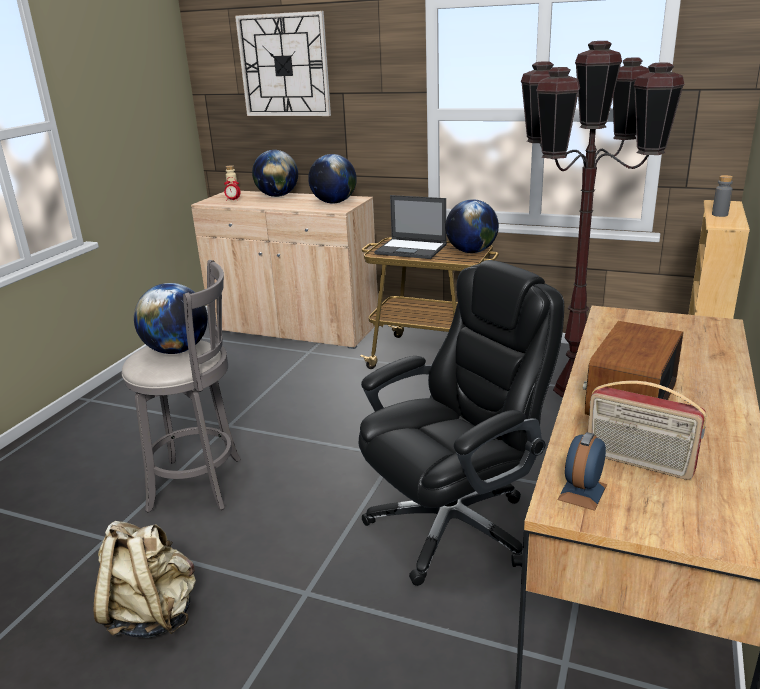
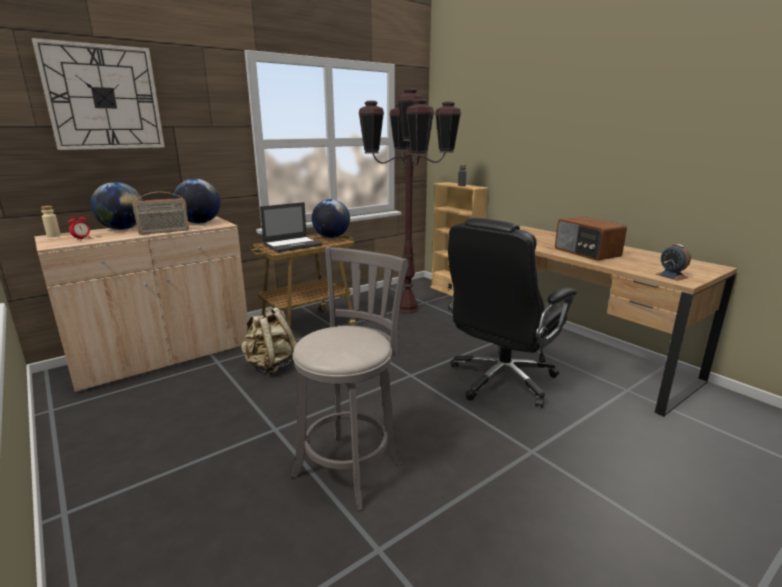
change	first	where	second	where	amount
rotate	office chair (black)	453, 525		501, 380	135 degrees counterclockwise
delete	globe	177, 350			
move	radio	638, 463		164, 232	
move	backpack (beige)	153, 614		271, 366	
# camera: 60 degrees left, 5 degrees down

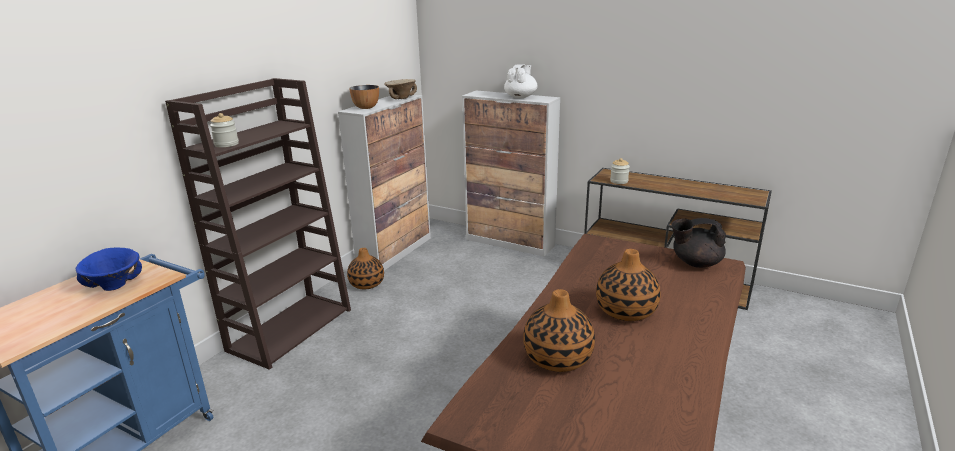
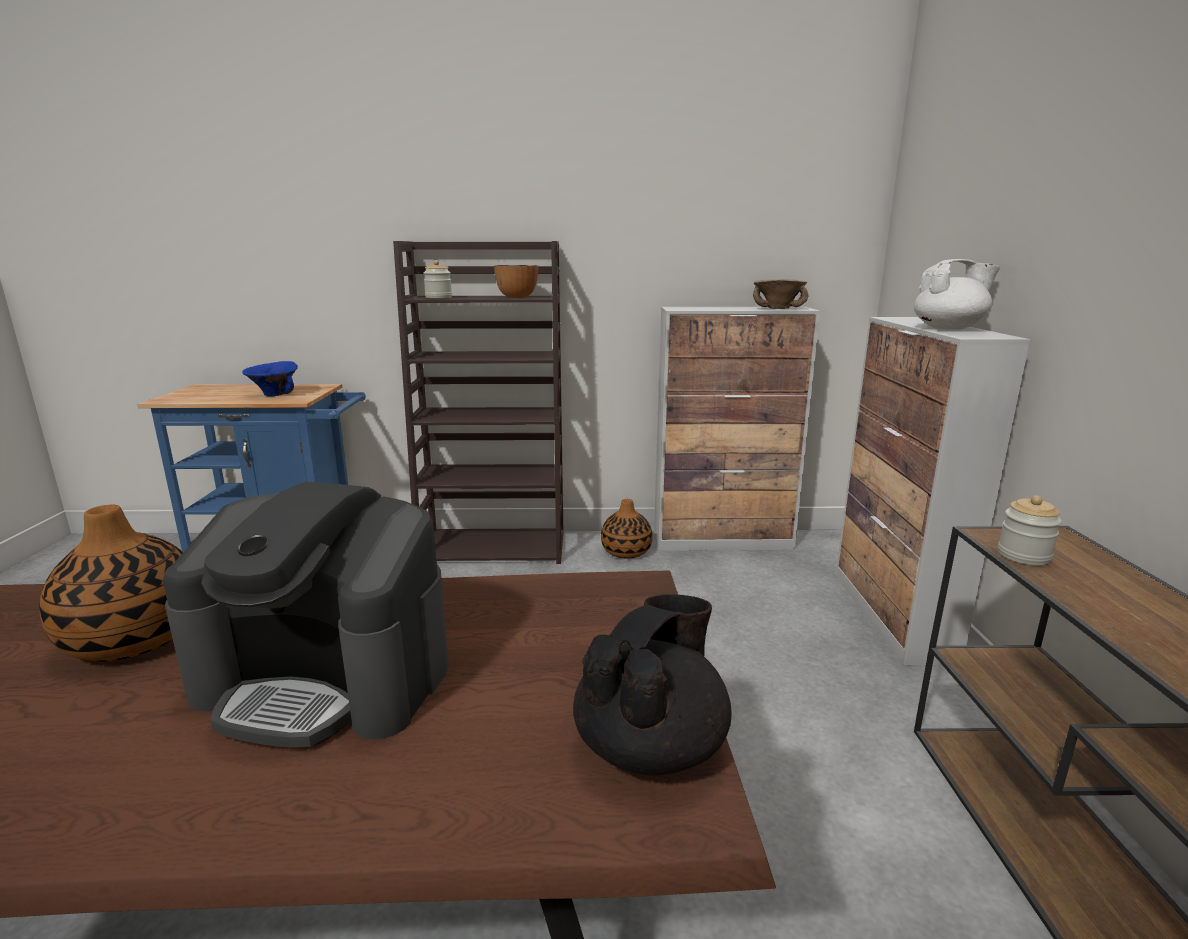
change	first	where	second	where	amount
move	bowl	366, 107		517, 297	
rotate	teapot (black)	695, 263		651, 745	60 degrees clockwise
replace	vase	625, 310	coffee machine	328, 677	
# camera: 60 degrees right, 5 degrees down

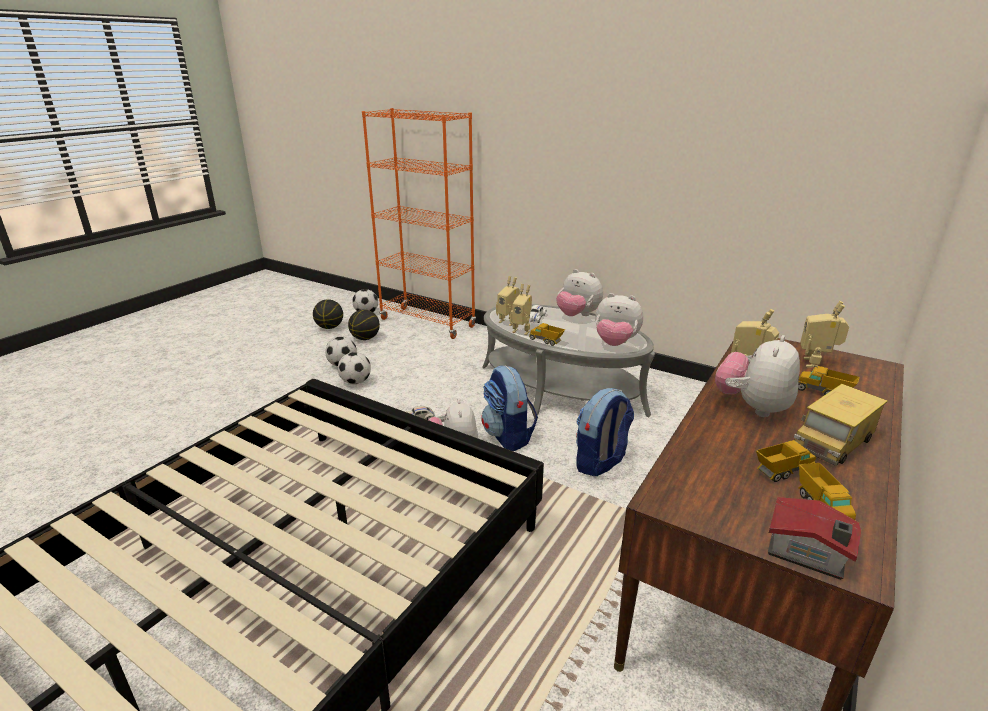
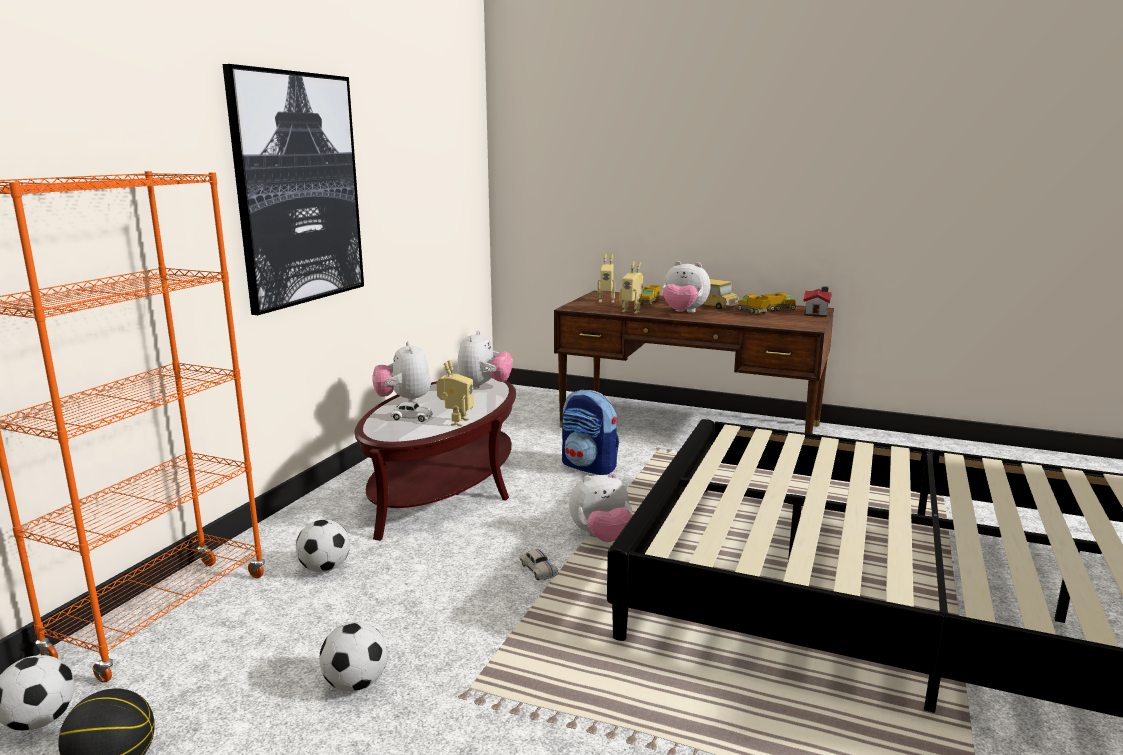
change	first	where	second	where	amount
rotate	plush toy	577, 315		404, 400	135 degrees clockwise
delete	toy robot	508, 321			
recolor	coffee table (grey)	560, 389	coffee table (brown)	444, 487	
delete	basketball	365, 338			
delete	toy truck	546, 341			
move	football	356, 382		325, 568	
delete	backpack	508, 436			
insert			picture	299, 189	
# camera: 100 degrees left, 10 degrees down

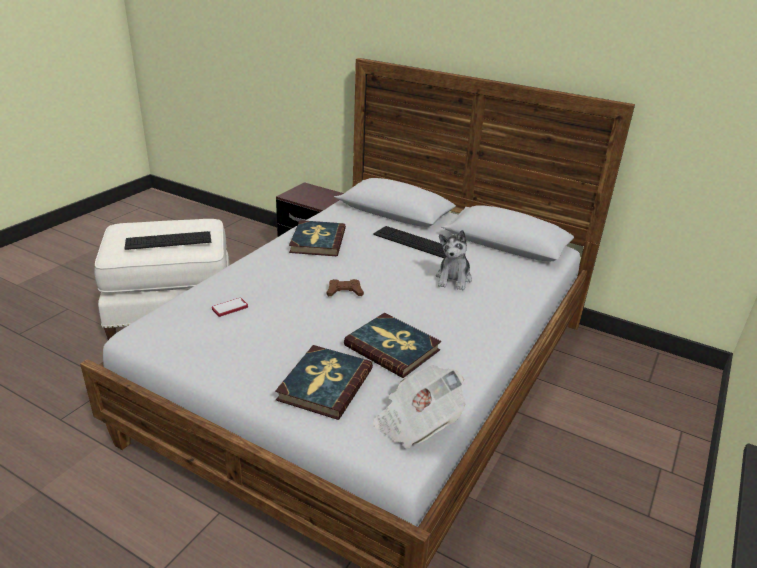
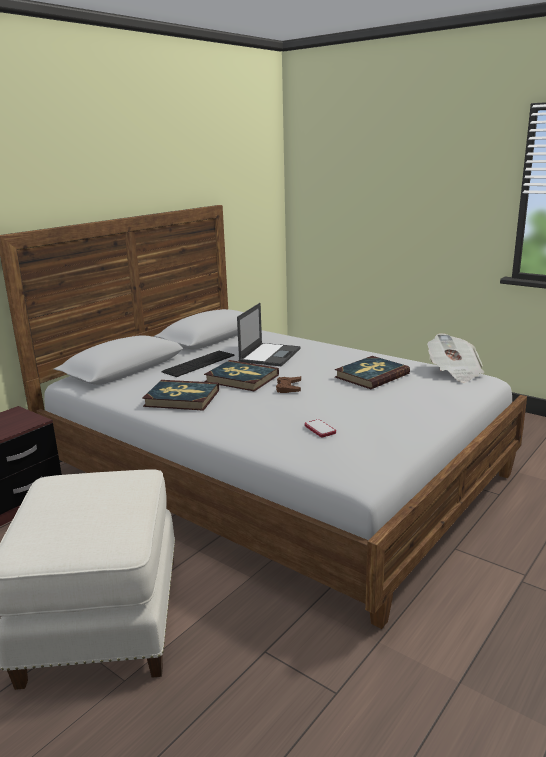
change	first	where	second	where	amount
replace	plush toy	453, 279	laptop	270, 355	
delete	keyboard	168, 240			
move	book	324, 384		241, 378	
# camera: 80 degrees left, 10 degrees down

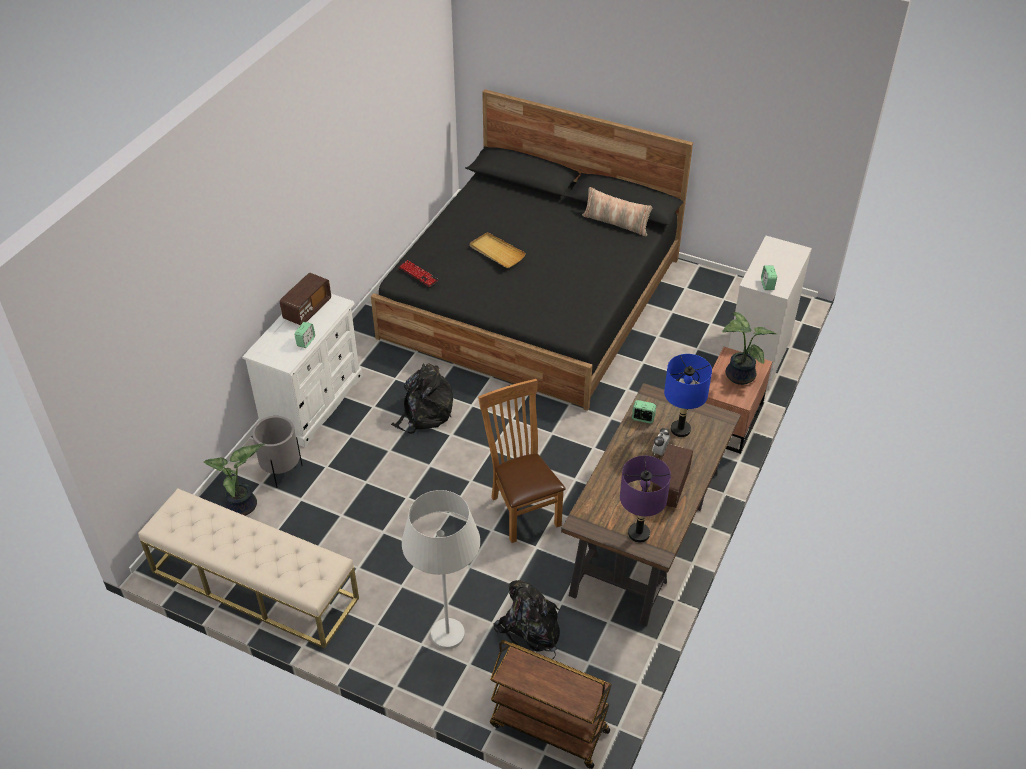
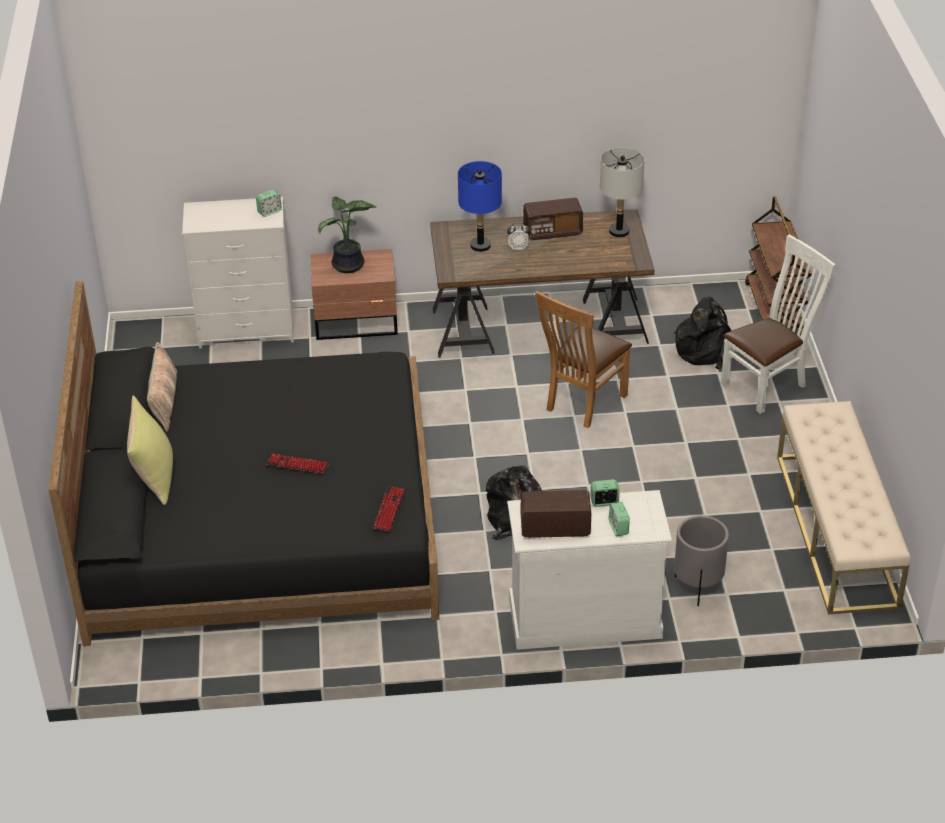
change	first	where	second	where	amount
replace	tray (beige)	496, 252	keyboard	297, 465	
move	alarm clock	643, 418		618, 528	
delete	potted plant	243, 507			
recolor	table lamp (purple)	639, 533	table lamp (grey)	619, 231	
replace	floor lamp (white)	449, 651	chair (white)	768, 384	
insert			pillow (yellow)	154, 476	
# camera: 120 degrees left, 5 degrees down

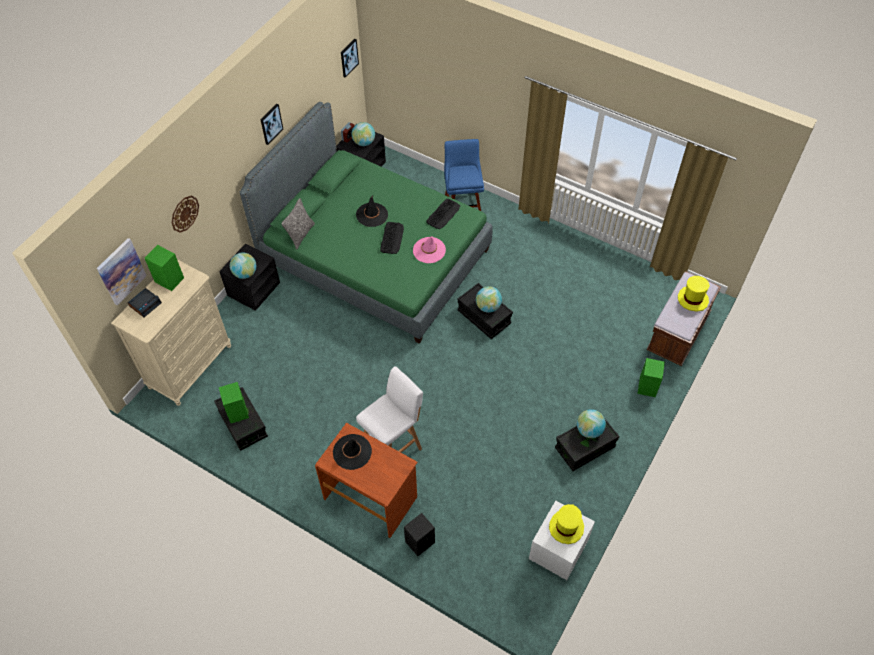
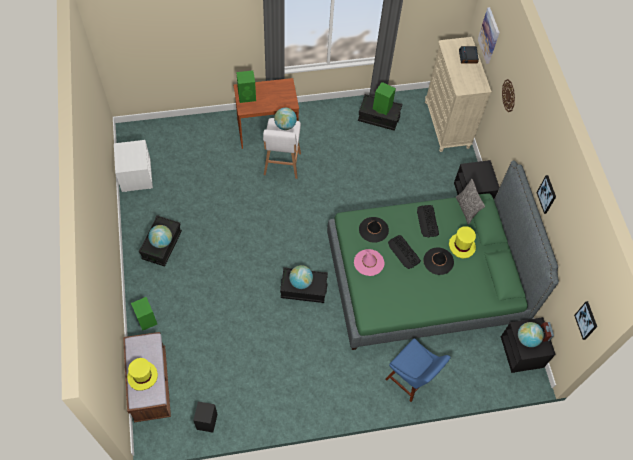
change	first	where	second	where	amount
move	keyboard	443, 214		427, 221	
move	speaker (green)	169, 279		247, 96	
move	globe	245, 273		285, 125	
move	hat (black)	352, 452		373, 229	
move	hat (yellow)	566, 527		462, 246	
move	speaker (black)	420, 541		207, 422	
# camera: 135 degrees right, 5 degrees up

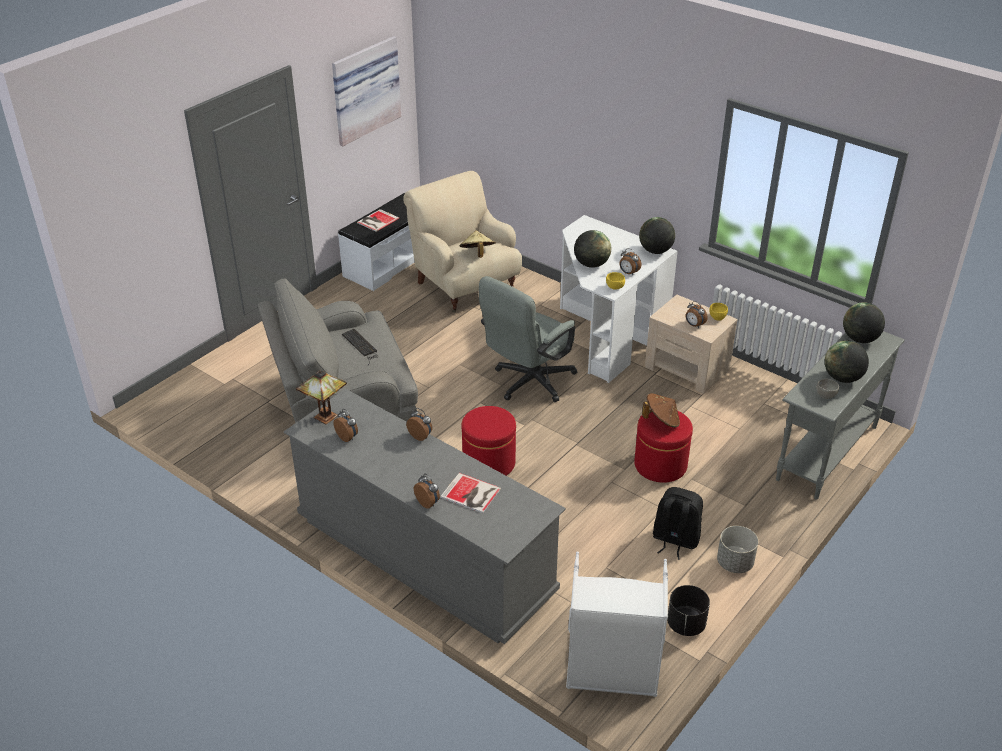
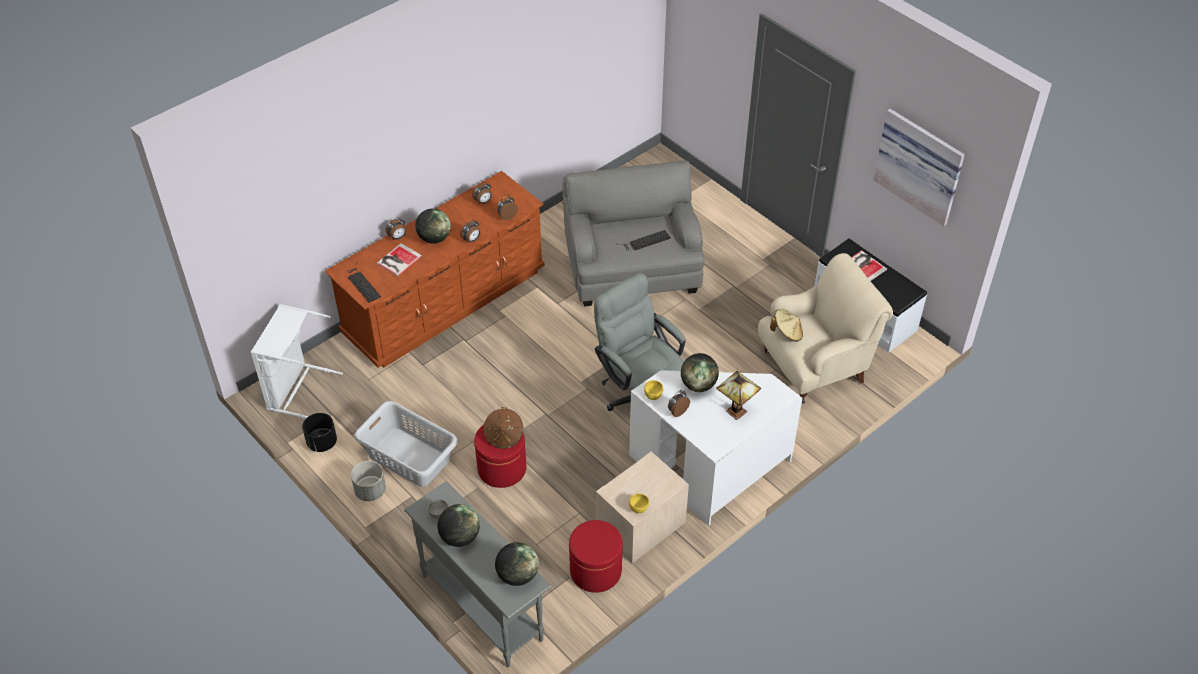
change	first	where	second	where	amount
move	globe	655, 251		434, 238	
move	alarm clock	694, 325		507, 216	
move	table lamp	325, 418		734, 411	
recolor	dresser (grey)	425, 555	dresser (brown)	445, 302	
move	ottoman (red)	489, 463		595, 571	
replace	backpack (black)	675, 540	laundry basket (grey)	409, 457	
insert			keyboard	362, 283	
# camera: 100 degrees right, 10 degrees up

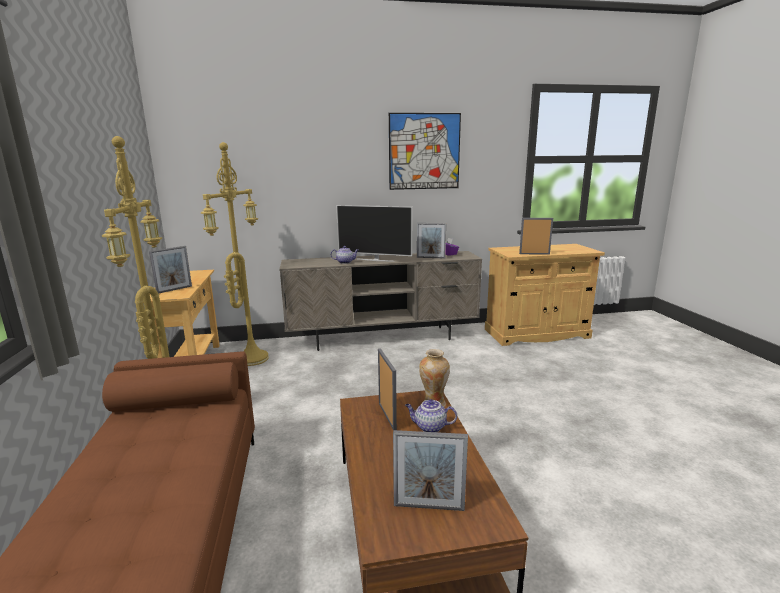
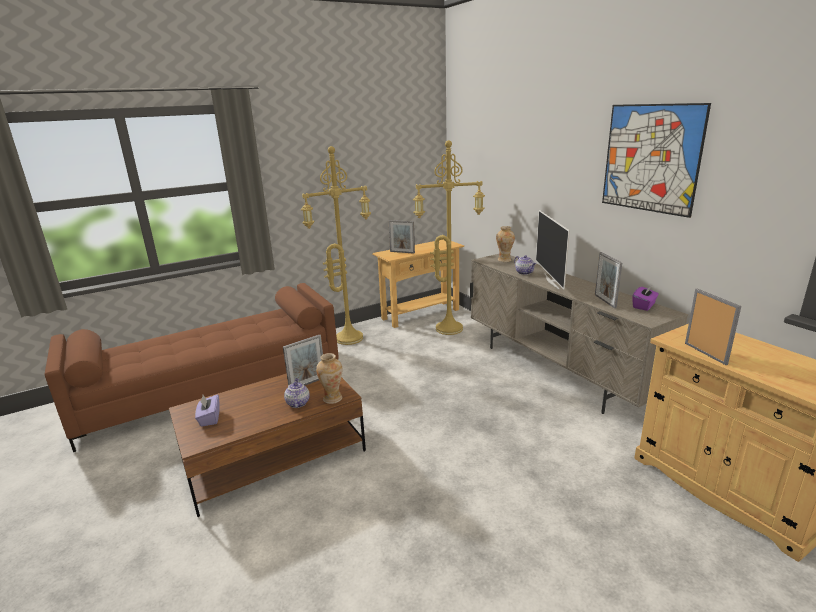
change	first	where	second	where	amount
replace	picture frame	428, 507	tissue box (purple)	209, 418	
insert			vase	504, 260	
# camera: 70 degrees right, 5 degrees up

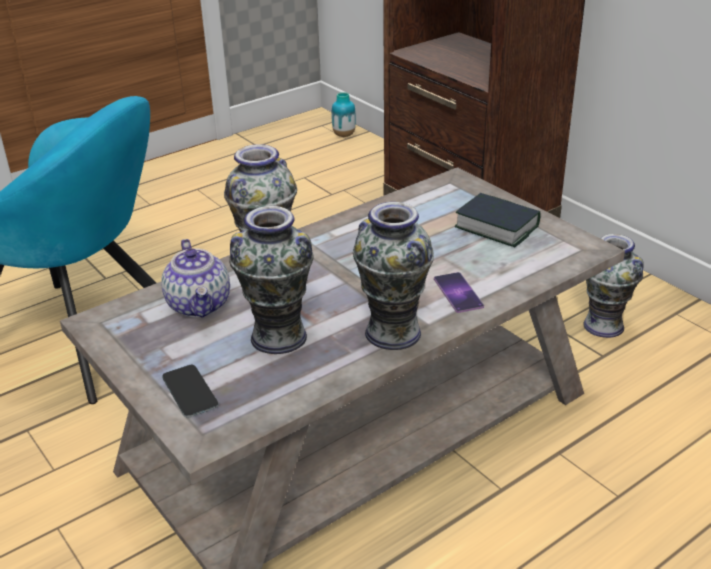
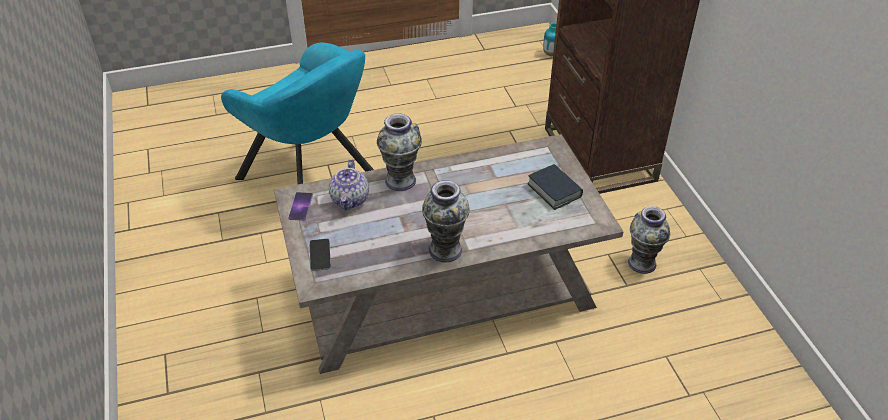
change	first	where	second	where	amount
delete	vase	278, 337			
move	phone	458, 292		300, 206	
# camera: 20 degrees right, 10 degrees up

